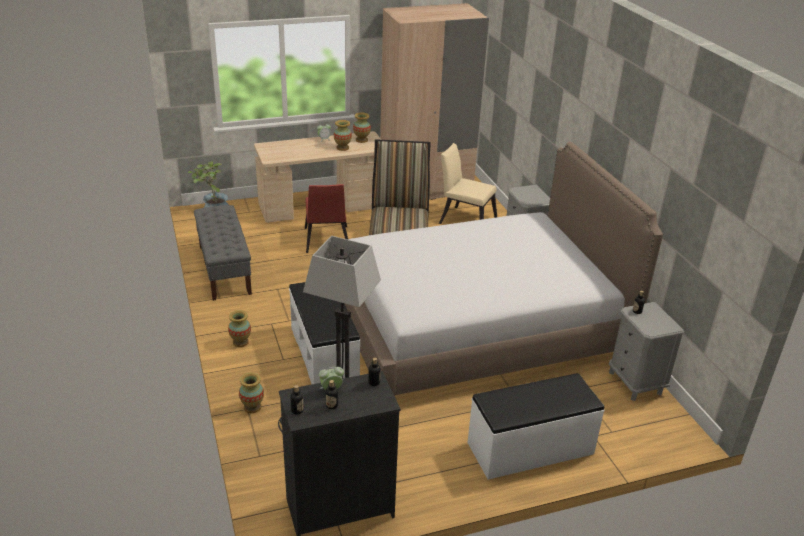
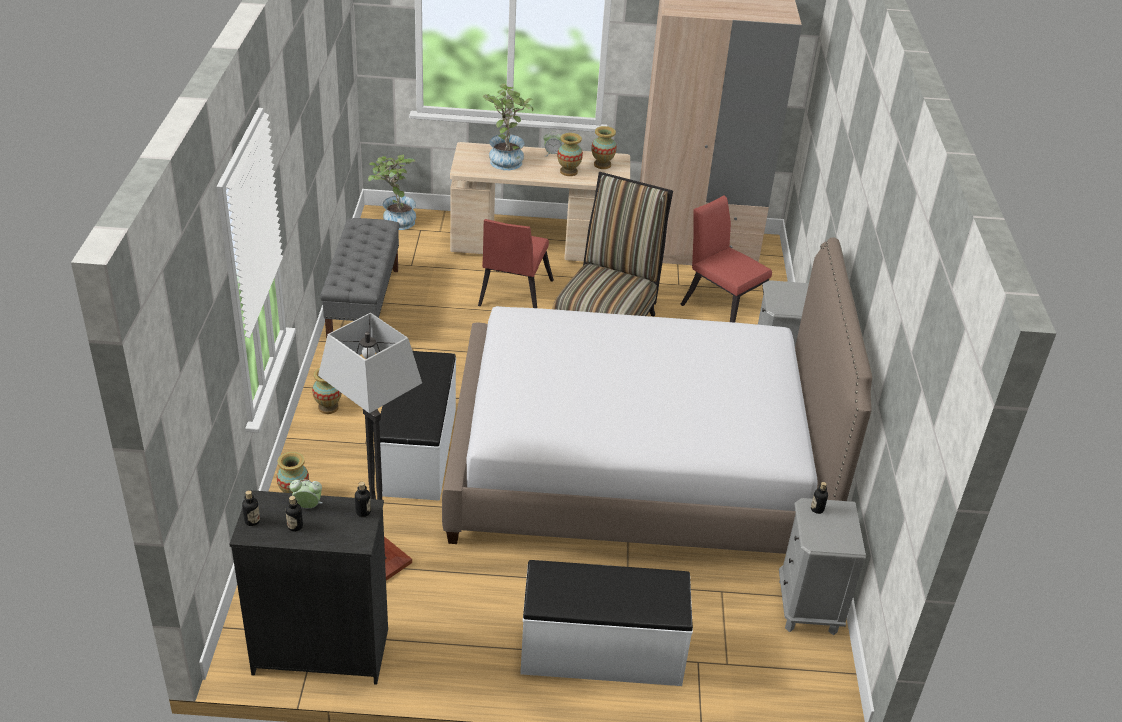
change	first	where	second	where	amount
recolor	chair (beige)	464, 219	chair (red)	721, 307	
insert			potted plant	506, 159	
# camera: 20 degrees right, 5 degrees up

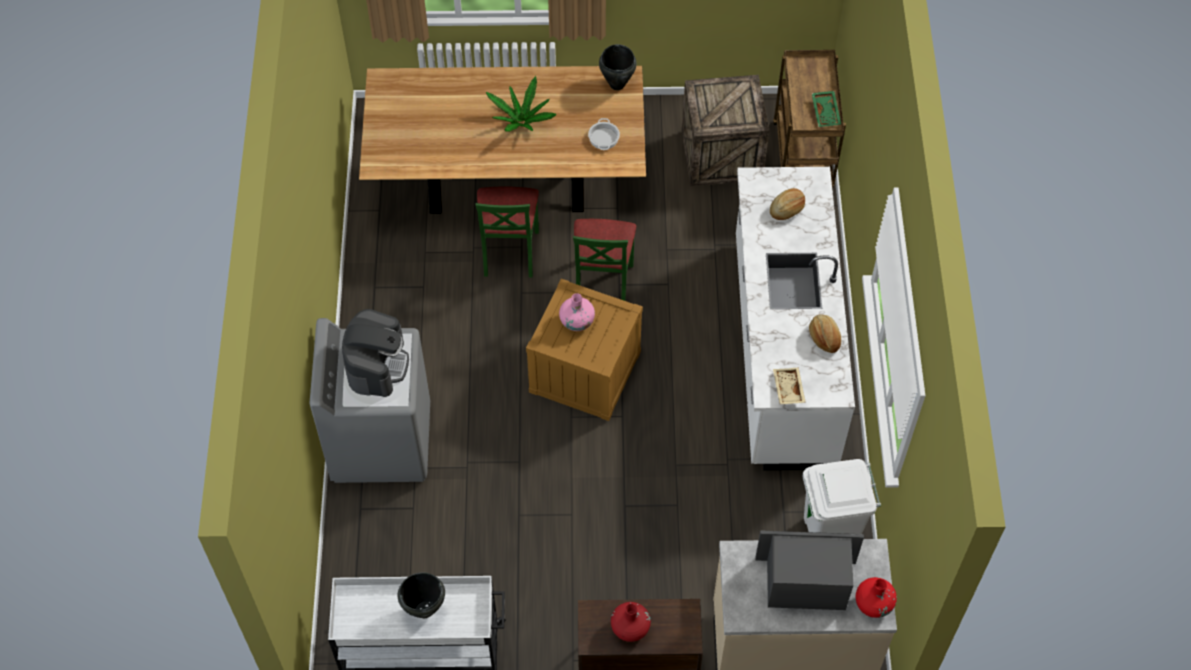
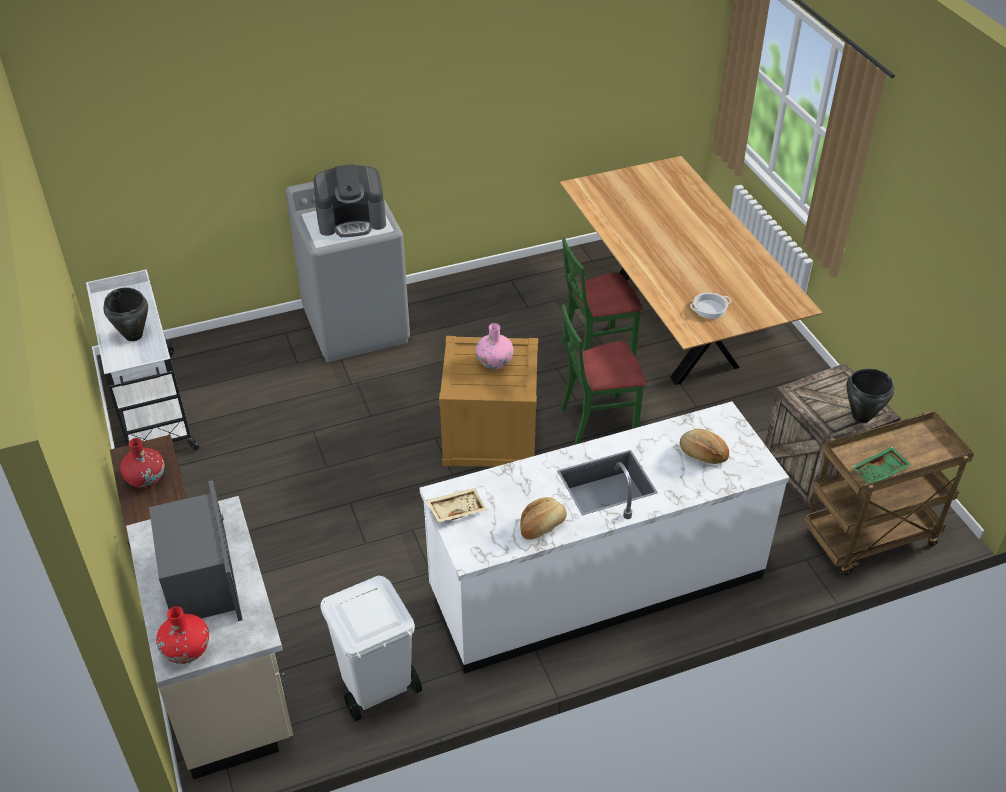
change	first	where	second	where	amount
move	cooking pot (black)	617, 84		861, 416	
delete	potted plant	521, 120			
# camera: 70 degrees right, 15 degrees down

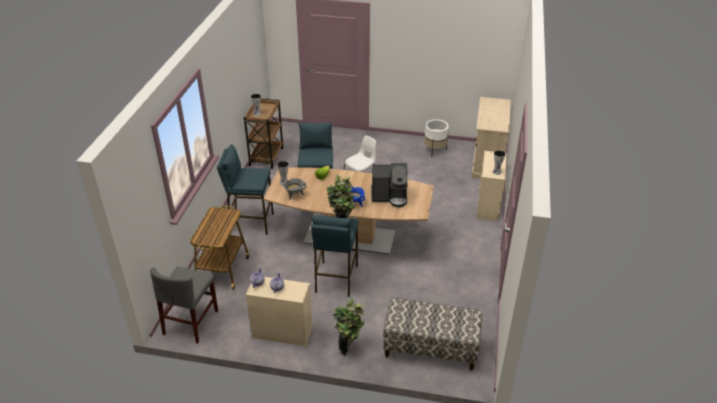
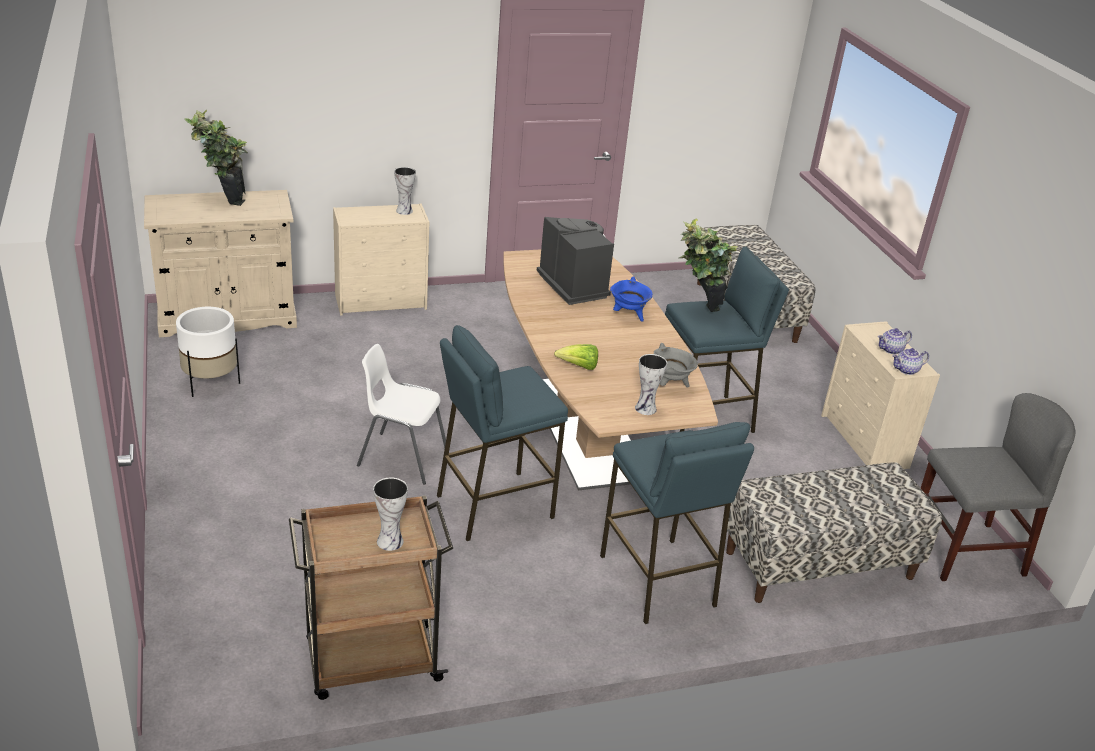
change	first	where	second	where	amount
replace	cart	223, 269	bench	819, 565	
move	potted plant	349, 346		222, 201	
# camera: 120 degrees left, 5 degrees down

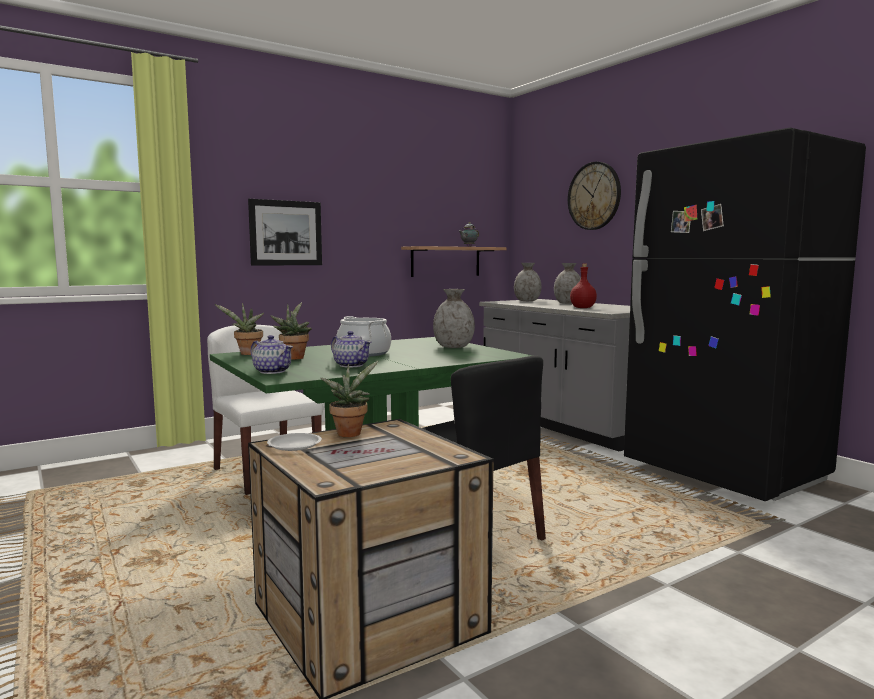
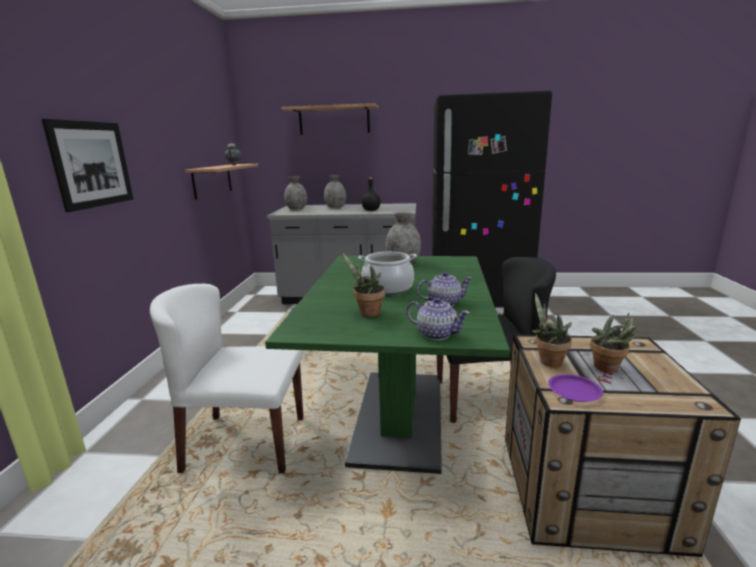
change	first	where	second	where	amount
replace	wall clock	594, 196	shelf	334, 120	
recolor	bottle (red)	583, 308	bottle (black)	371, 210	
move	potted plant	247, 354		609, 369	
rotate	teapot	272, 371		436, 334	45 degrees clockwise
recolor	plate (white)	294, 445	plate (purple)	574, 391	
# camera: 50 degrees left, 10 degrees up

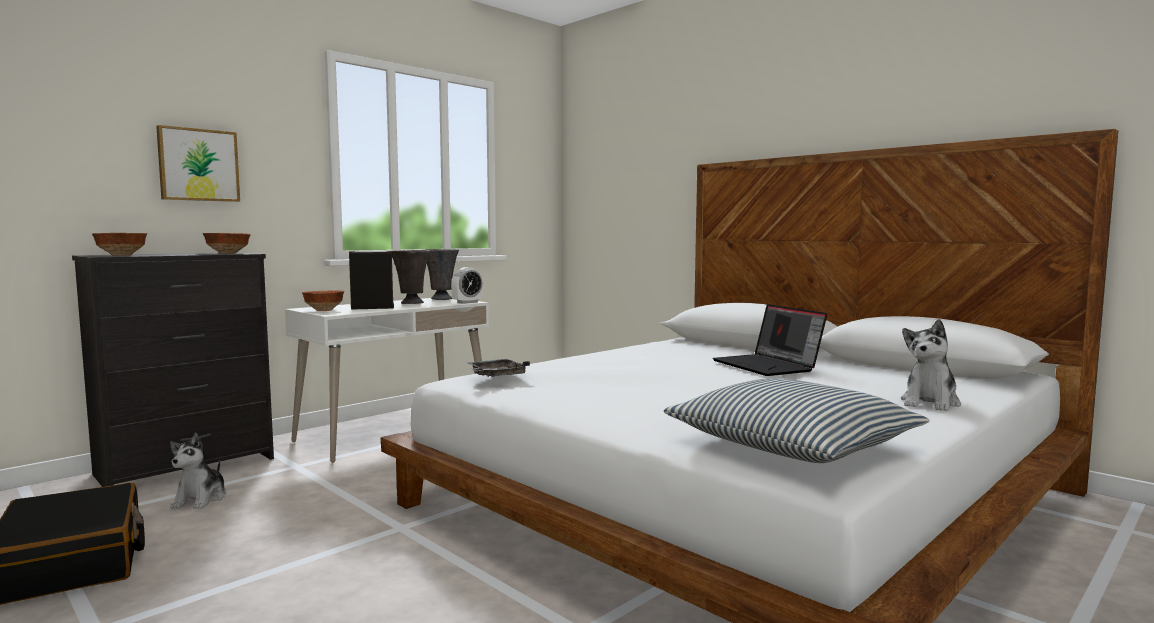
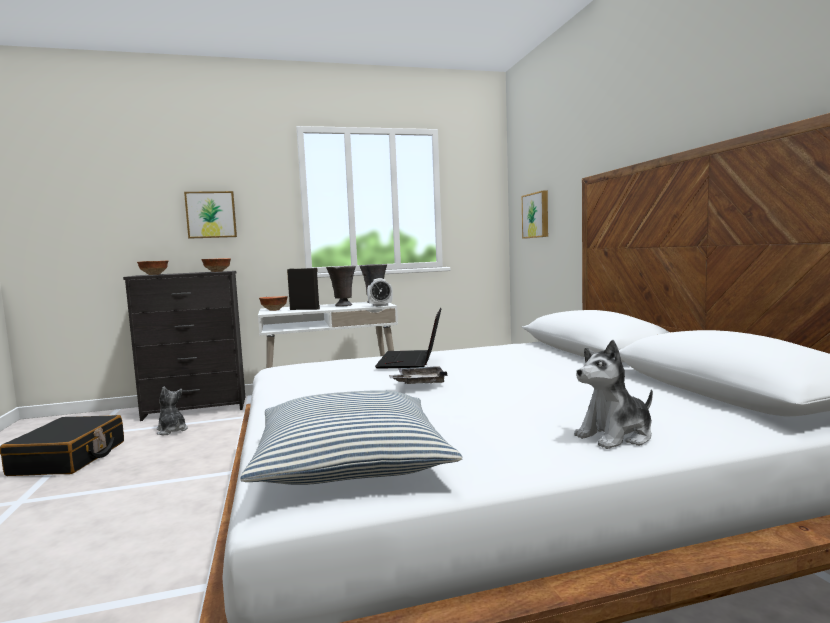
change	first	where	second	where	amount
move	laptop	768, 366		412, 360	
move	tray (grey)	495, 376		419, 383	
rotate	plush toy	201, 499		172, 430	105 degrees clockwise
insert			picture	536, 215	
# camera: 30 degrees right, 0 degrees up

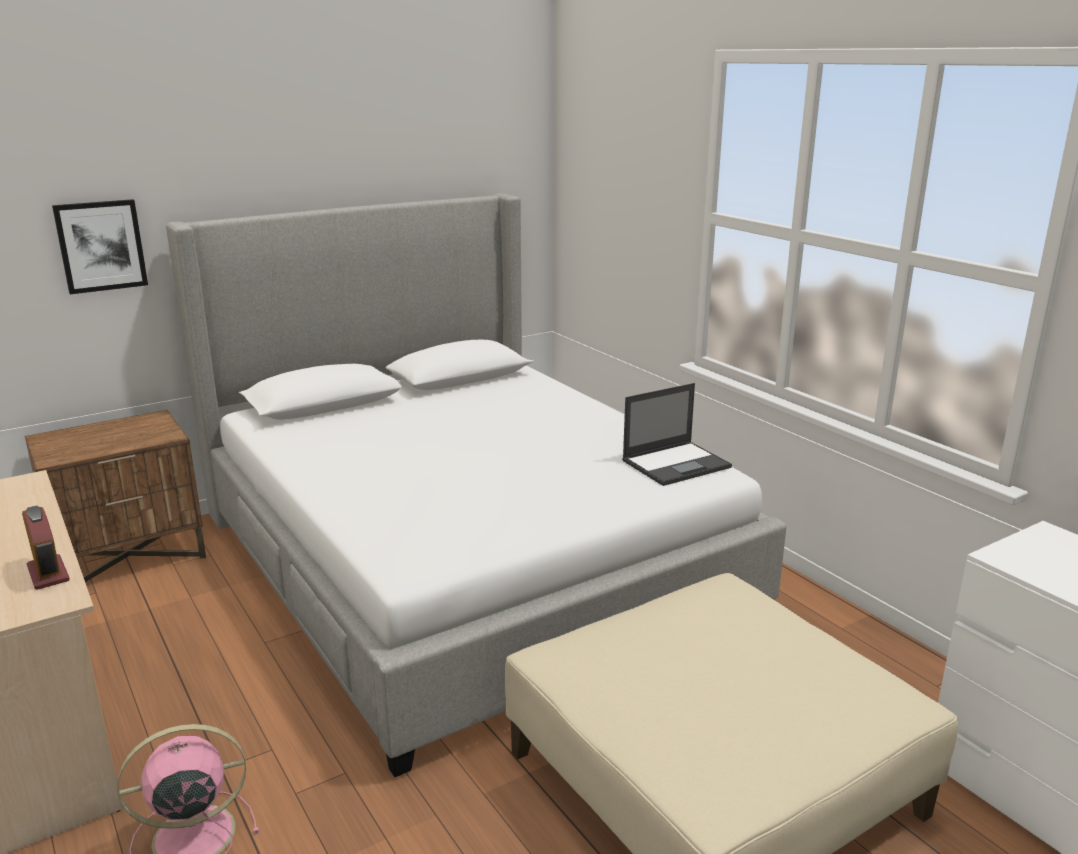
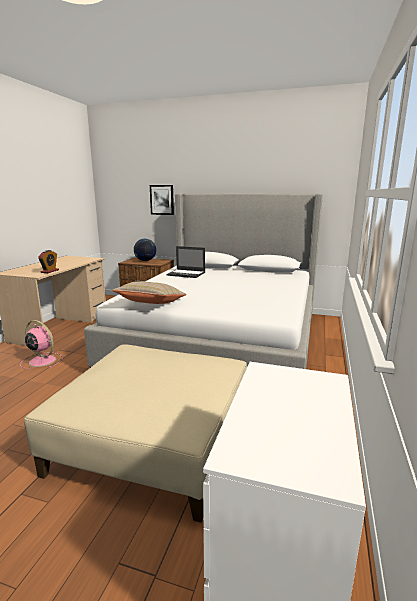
change	first	where	second	where	amount
move	laptop	677, 463		186, 274	
insert			globe	145, 260	
insert			pillow (beige)	151, 304	
# camera: 50 degrees right, 5 degrees down

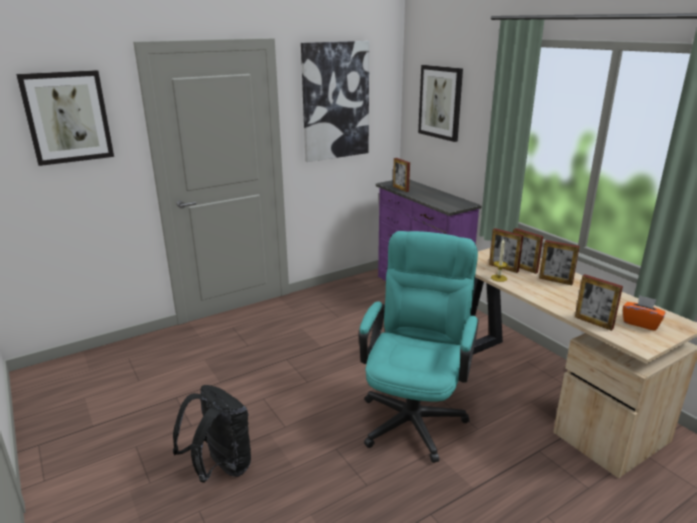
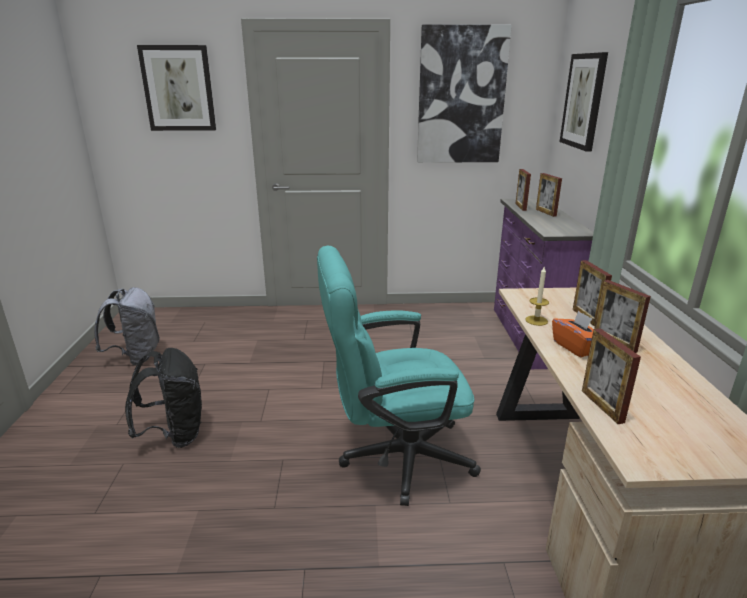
change	first	where	second	where	amount
move	picture frame	503, 268		546, 212	
rotate	office chair (turquoise)	415, 413		394, 457	150 degrees counterclockwise
move	tissue box (orange)	640, 323		575, 347	
insert			backpack (grey)	136, 356	
# camera: 30 degrees right, 0 degrees up

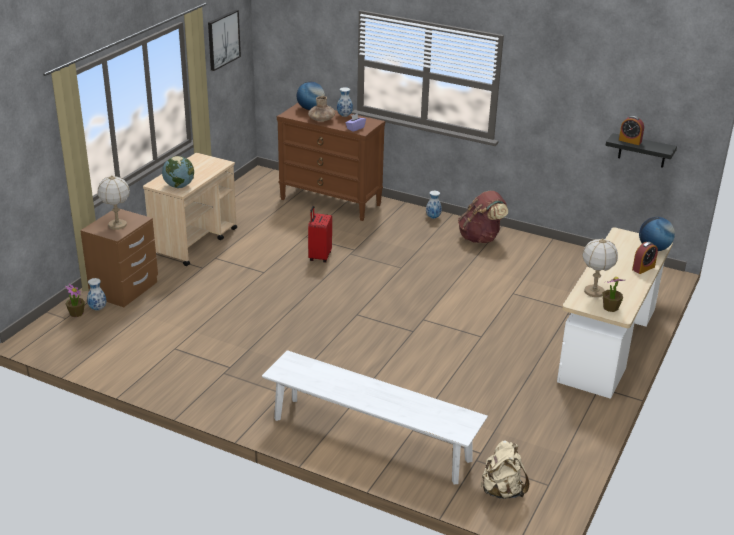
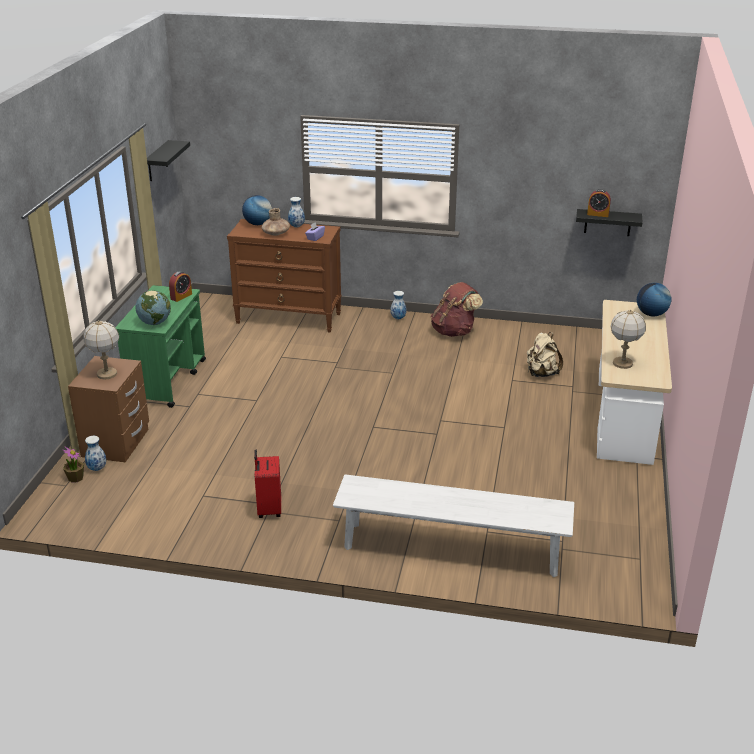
change	first	where	second	where	amount
replace	picture	223, 39	shelf (black)	157, 161	
recolor	cart (beige)	195, 241	cart (green)	167, 380	
move	suitcase (red)	319, 257		268, 509	
move	alarm clock	643, 268		181, 296	
delete	potted plant	610, 308			
move	backpack (beige)	502, 491		541, 373	
# camera: 15 degrees left, 0 degrees up

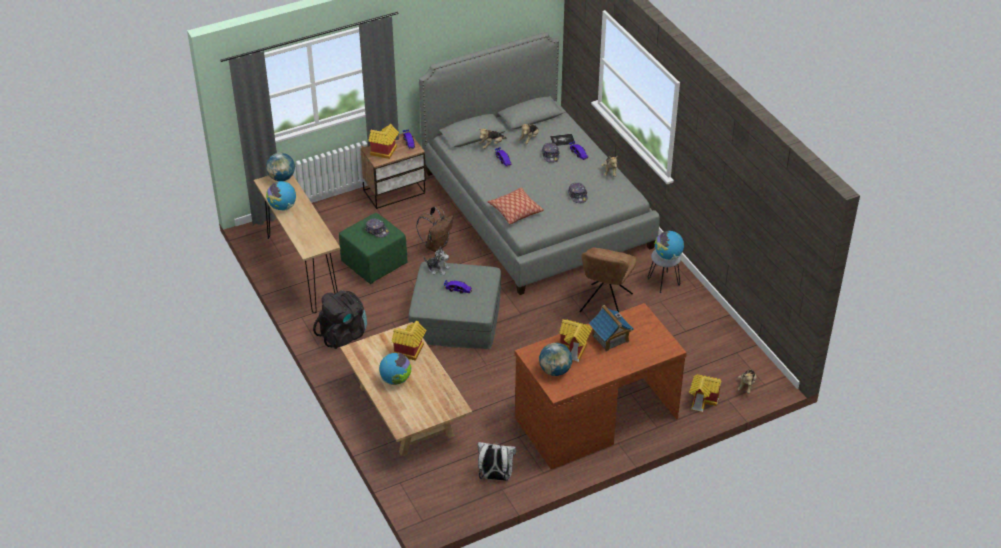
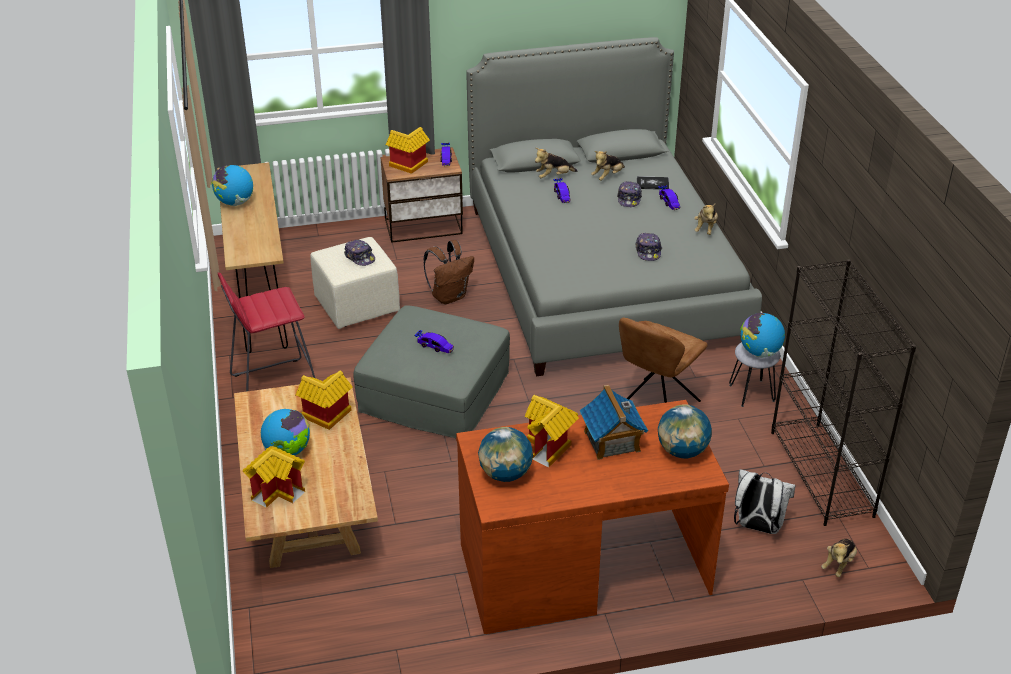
change	first	where	second	where	amount
move	globe	282, 178		682, 451	
delete	pillow	515, 211			
recolor	ottoman (green)	374, 263	ottoman (beige)	358, 305	
delete	plush toy	437, 269			
replace	backpack (black)	343, 334	stool (red)	273, 386	
move	toy house	703, 400		279, 491	
move	backpack (white)	495, 477		757, 527	
insert			bookcase (black)	822, 474	
# camera: 15 degrees right, 5 degrees down

